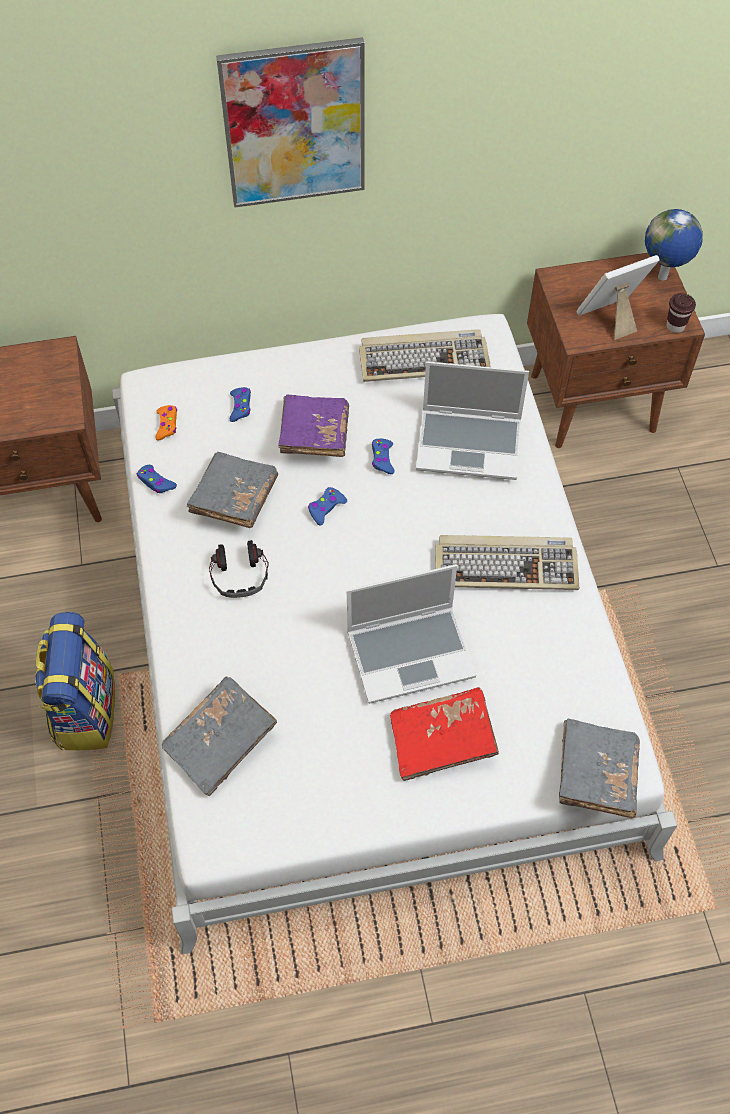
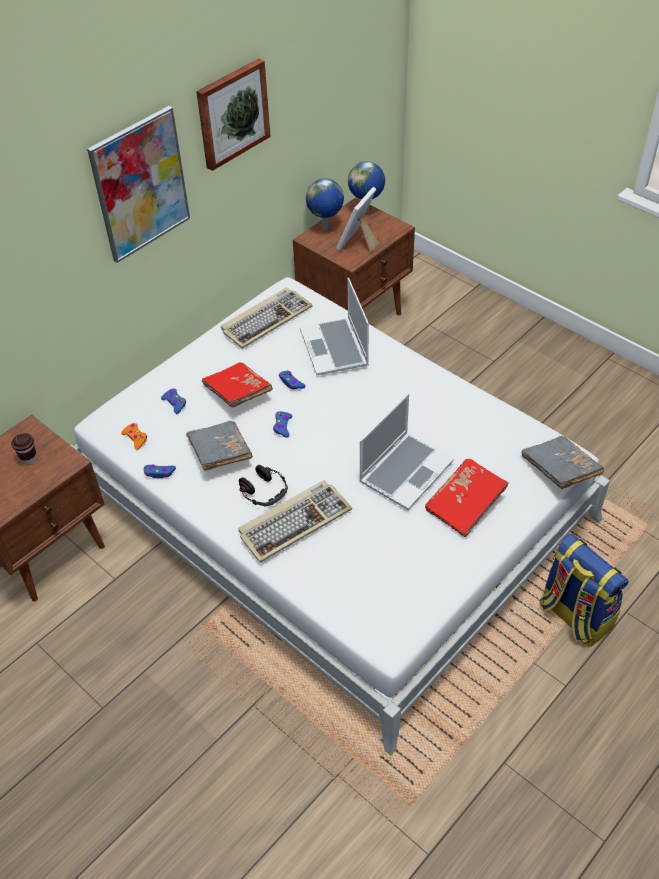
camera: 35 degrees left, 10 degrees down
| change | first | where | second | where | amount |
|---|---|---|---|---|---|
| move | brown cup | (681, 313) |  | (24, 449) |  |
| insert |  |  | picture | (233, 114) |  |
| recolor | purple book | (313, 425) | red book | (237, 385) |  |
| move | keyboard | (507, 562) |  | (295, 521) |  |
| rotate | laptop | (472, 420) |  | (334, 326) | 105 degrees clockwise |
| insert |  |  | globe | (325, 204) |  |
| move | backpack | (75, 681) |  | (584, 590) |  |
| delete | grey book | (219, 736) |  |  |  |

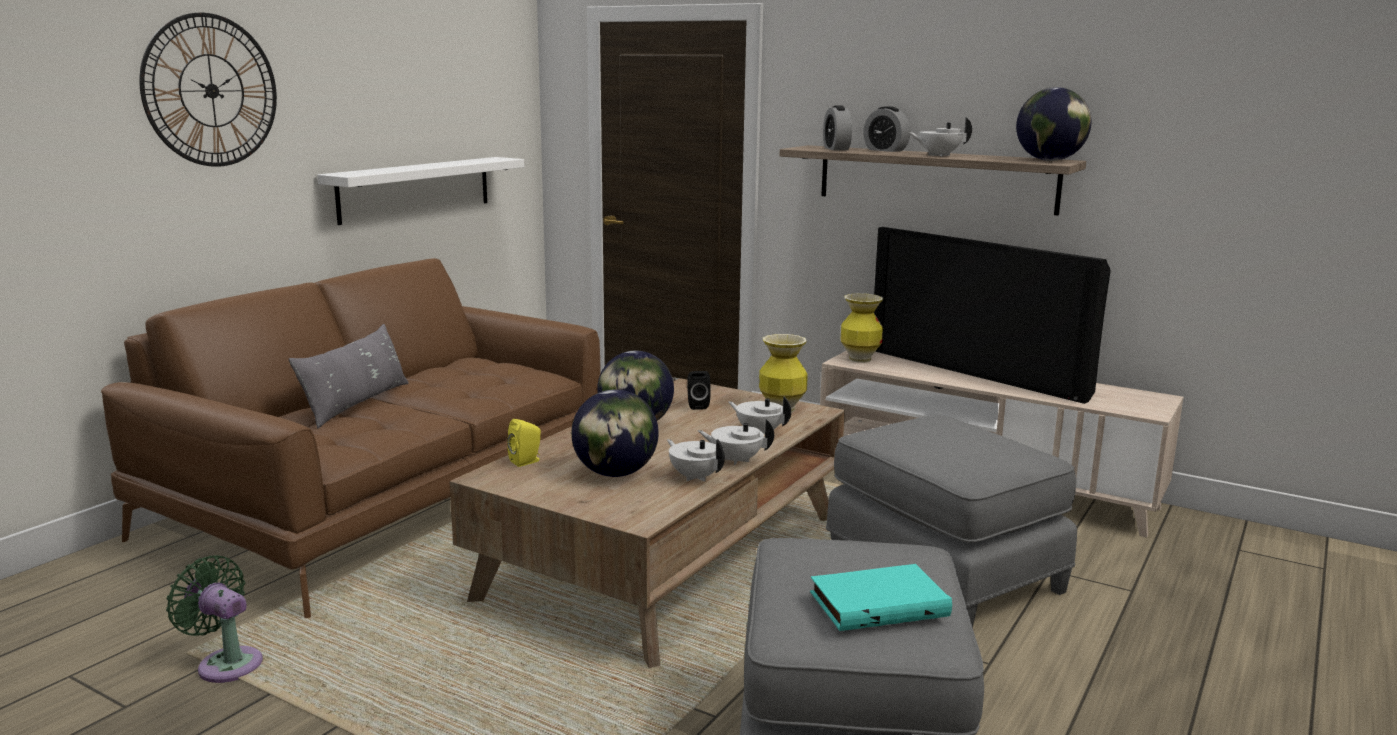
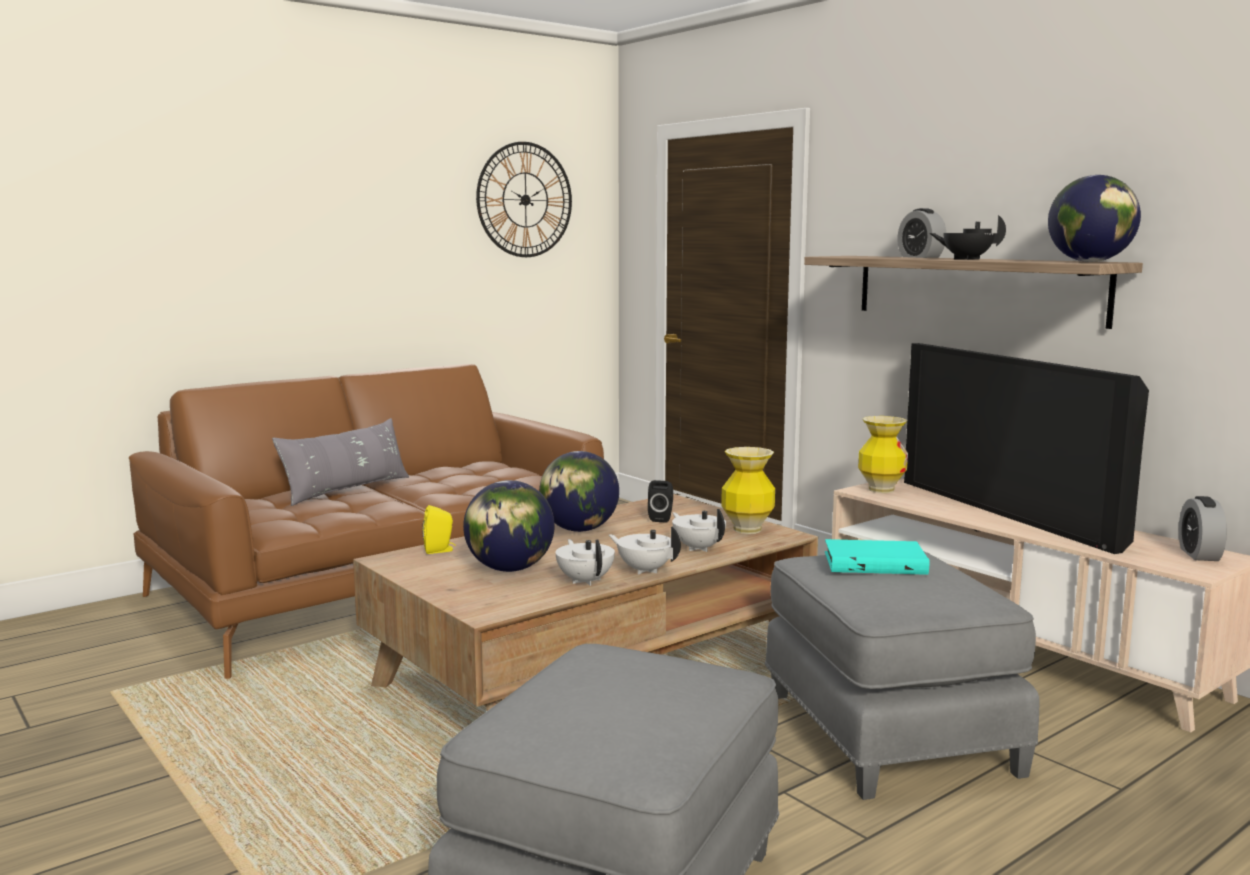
camera: 20 degrees right, 5 degrees down
| change | first | where | second | where | amount |
|---|---|---|---|---|---|
| move | wall clock | (208, 90) |  | (524, 199) |  |
| move | turquoise book | (881, 597) |  | (877, 556) |  |
| recolor | white teapot | (940, 137) | black teapot | (968, 237) |  |
| move | alarm clock | (837, 127) |  | (1203, 528) |  |
| delete | green fan | (214, 619) |  |  |  |
| delete | white shelf | (420, 191) |  |  |  |

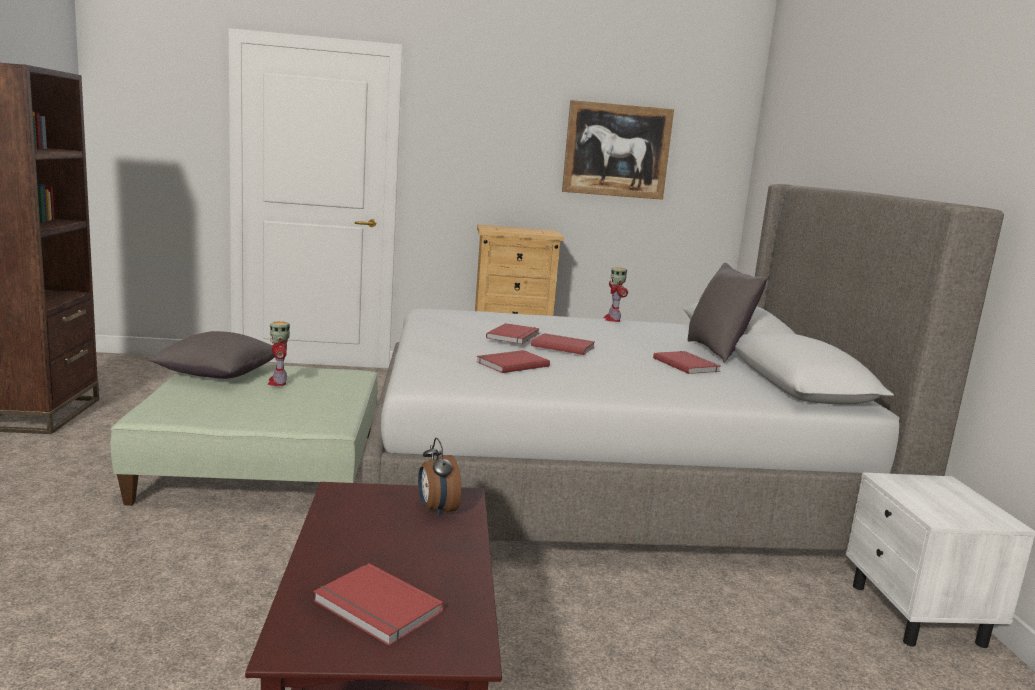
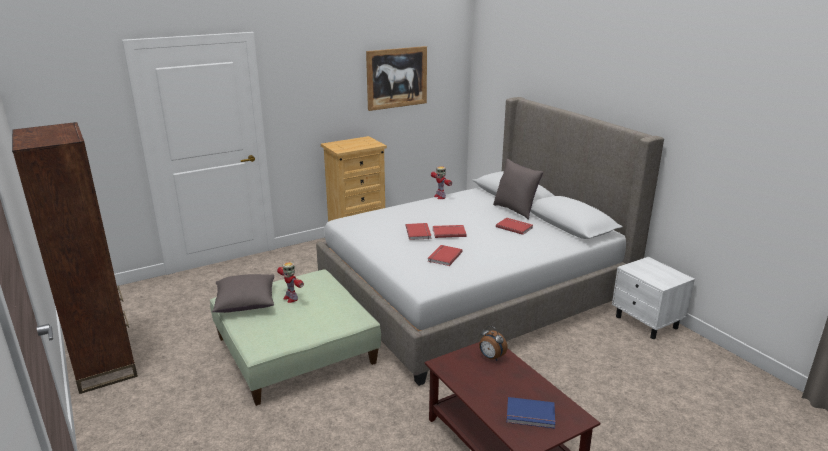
camera: 25 degrees left, 10 degrees up
| change | first | where | second | where | amount |
|---|---|---|---|---|---|
| recolor | red book | (378, 604) | blue book | (531, 413) |  |

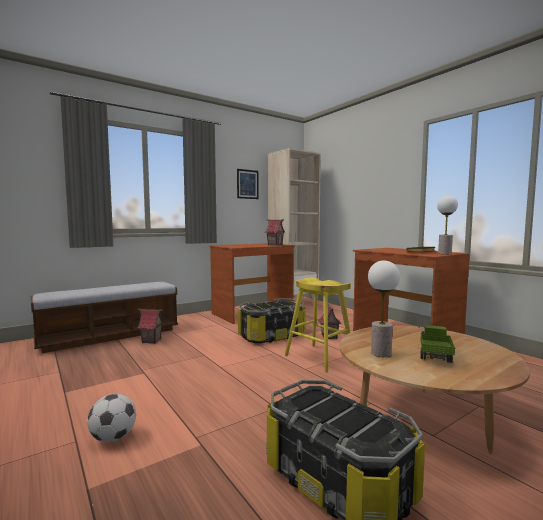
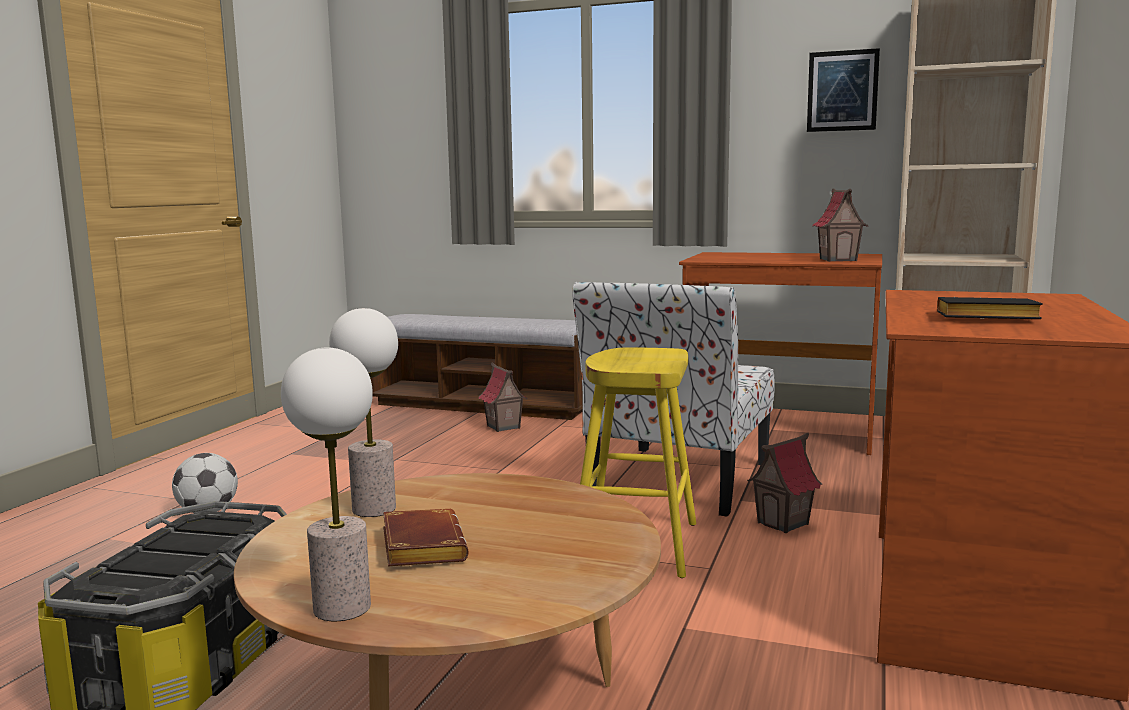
camera: 55 degrees right, 5 degrees up
| change | first | where | second | where | amount |
|---|---|---|---|---|---|
| move | table lamp | (447, 225) |  | (327, 484) |  |
| replace | toy truck | (437, 344) | brown book | (425, 537) |  |
| replace | storage box | (271, 321) | chair | (673, 399) |  |

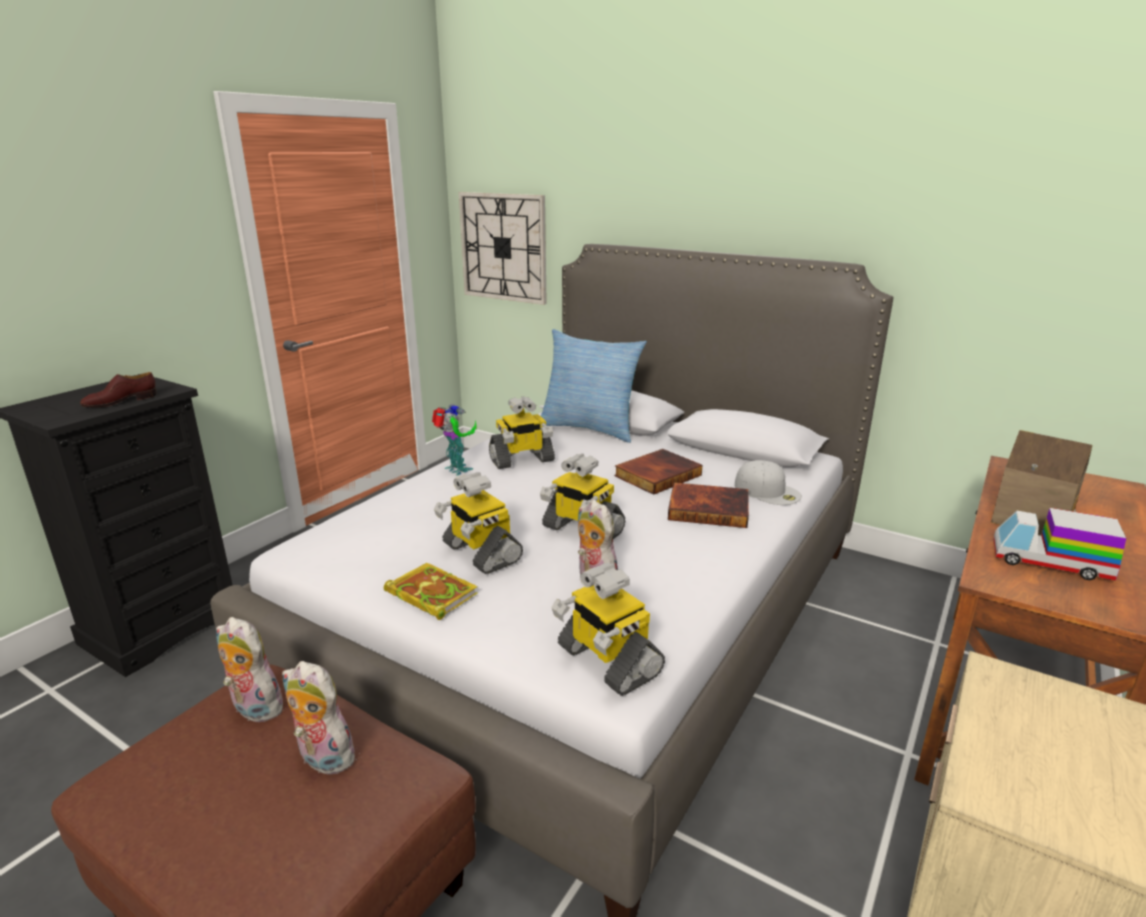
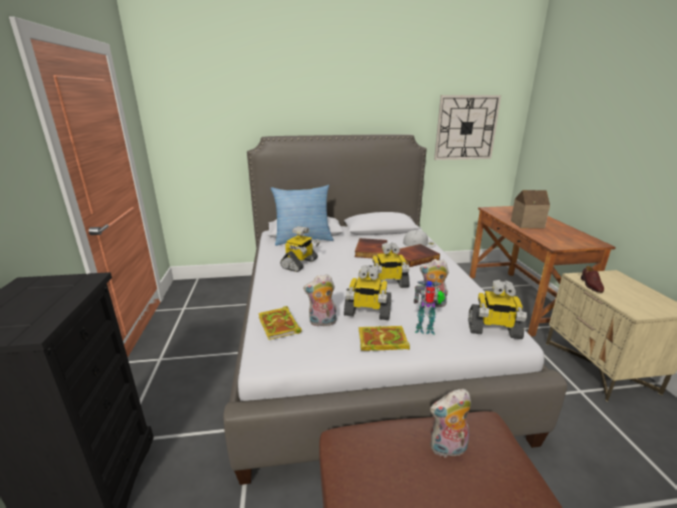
camera: 40 degrees left, 0 degrees up
| change | first | where | second | where | amount |
|---|---|---|---|---|---|
| insert |  |  | book | (280, 323) |  |
| move | plush toy | (252, 669) |  | (320, 301) |  |
| move | toy robot | (454, 440) |  | (429, 307) |  |
| move | wall clock | (503, 248) |  | (467, 127) |  |
| move | brown shoe | (118, 389) |  | (592, 279) |  |
| delete | toy truck | (1059, 544) |  |  |  |

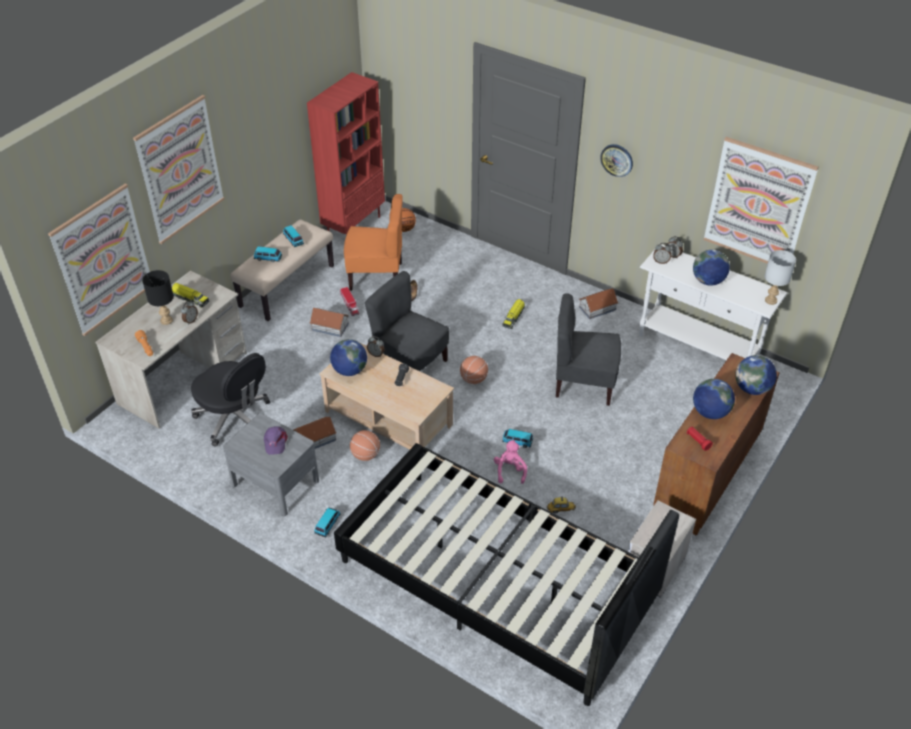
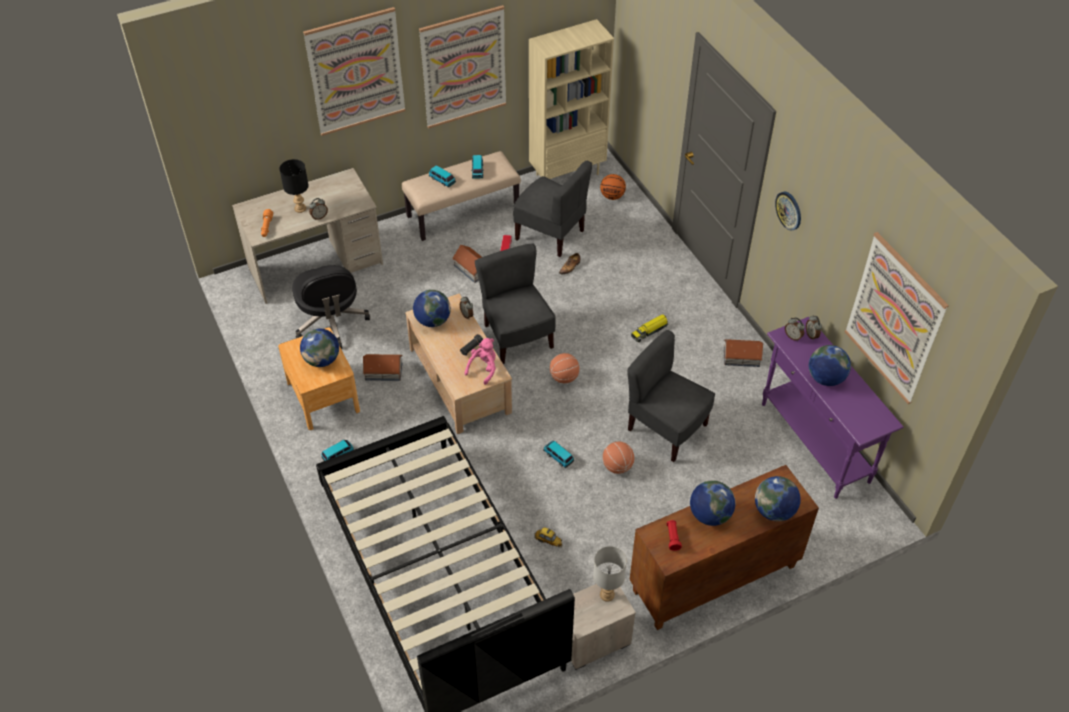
camera: 30 degrees right, 5 degrees up
| change | first | where | second | where | amount |
|---|---|---|---|---|---|
| recolor | grey nightstand | (271, 464) | brown nightstand | (319, 378) |  |
| replace | purple cap | (276, 440) | globe | (319, 348) |  |
| move | picture | (99, 260) |  | (462, 67) |  |
| move | pink plush toy | (510, 462) |  | (480, 361) |  |
| recolor | orange chair | (373, 242) | grey chair | (552, 209) |  |
| recolor | red bookcase | (346, 153) | beige bookcase | (571, 99) |  |
| move | grey table lamp | (780, 277) |  | (610, 574) |  |
| move | basketball | (365, 445) |  | (618, 458) |  |
| recolor | white console table | (713, 302) | purple console table | (833, 408) |  |
| delete | toy truck | (190, 295) |  |  |  |

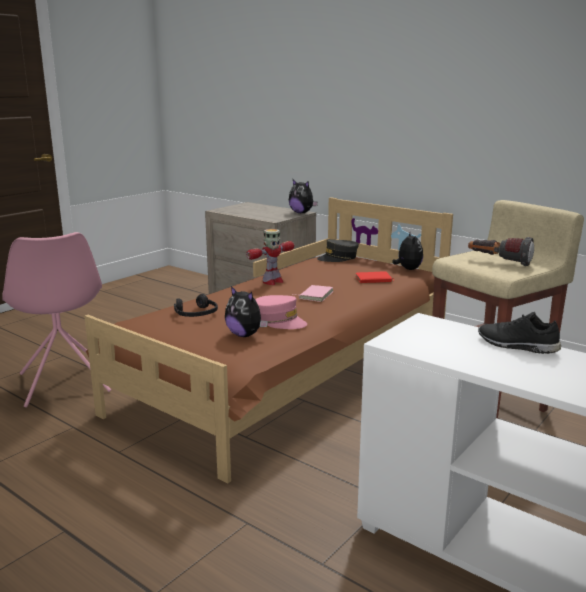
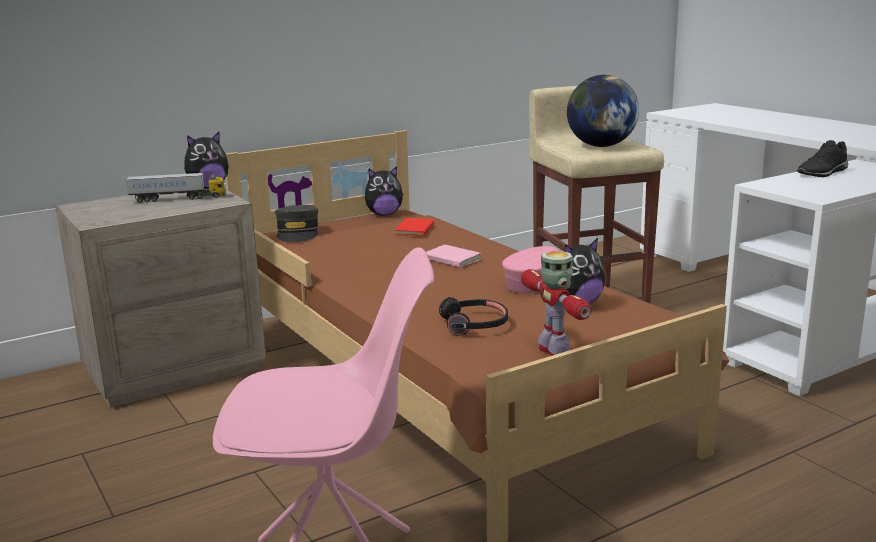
camera: 70 degrees left, 0 degrees up
| change | first | where | second | where | amount |
|---|---|---|---|---|---|
| insert |  |  | toy truck | (176, 187) |  |
| rotate | plush toy | (407, 250) |  | (384, 190) | 150 degrees clockwise |
| move | toy robot | (270, 257) |  | (556, 303) |  |
| replace | flashlight | (501, 251) | globe | (603, 111) |  |

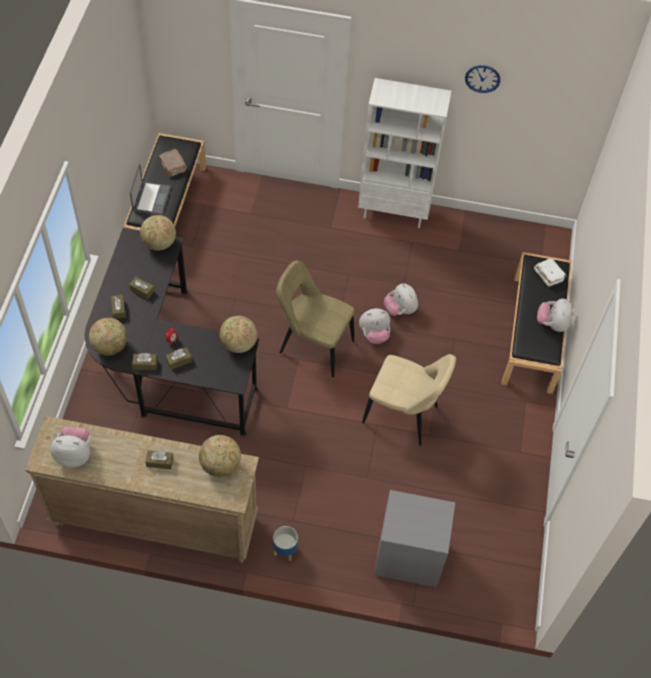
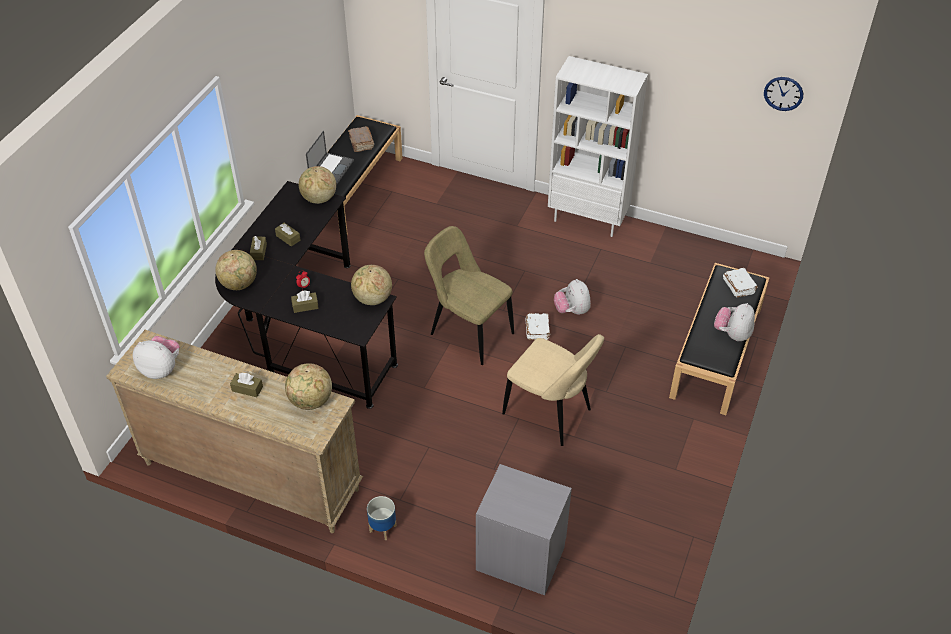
camera: 15 degrees right, 10 degrees down
| change | first | where | second | where | amount |
|---|---|---|---|---|---|
| replace | plush toy | (374, 326) | white book | (537, 326) |  |
| move | wall clock | (482, 79) |  | (783, 94) |  |
| delete | brown tissue box | (144, 361) |  |  |  |

